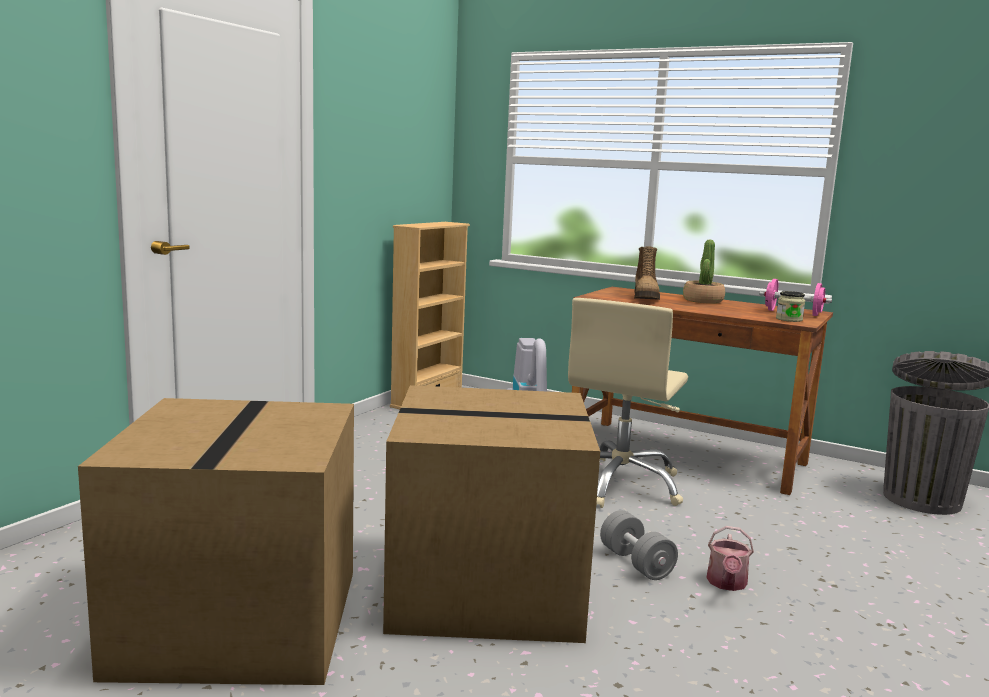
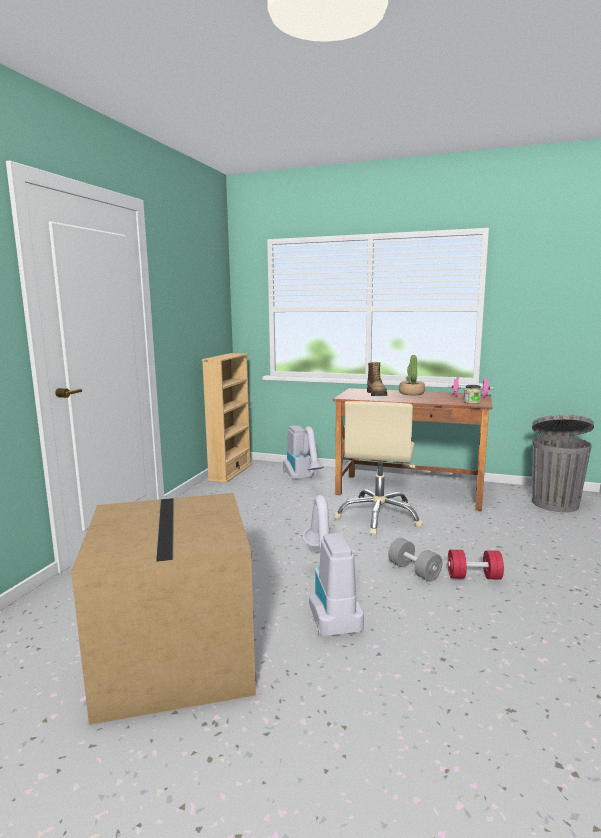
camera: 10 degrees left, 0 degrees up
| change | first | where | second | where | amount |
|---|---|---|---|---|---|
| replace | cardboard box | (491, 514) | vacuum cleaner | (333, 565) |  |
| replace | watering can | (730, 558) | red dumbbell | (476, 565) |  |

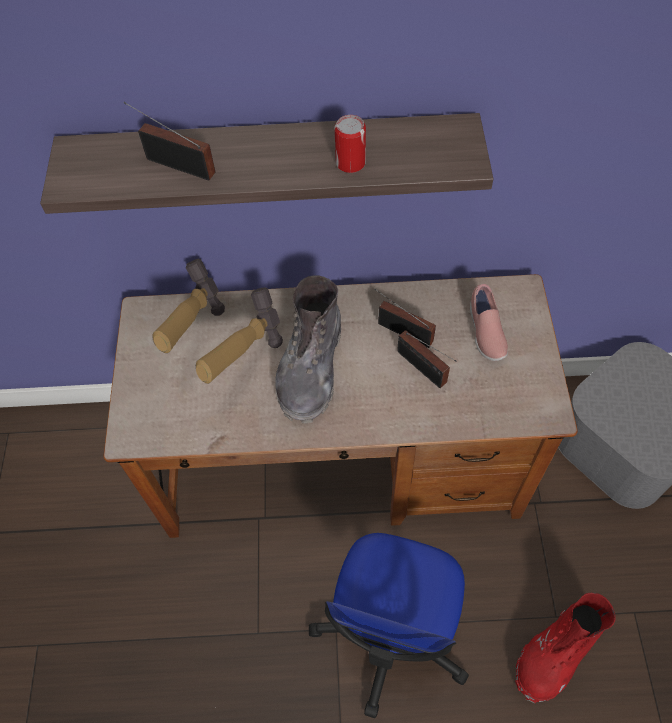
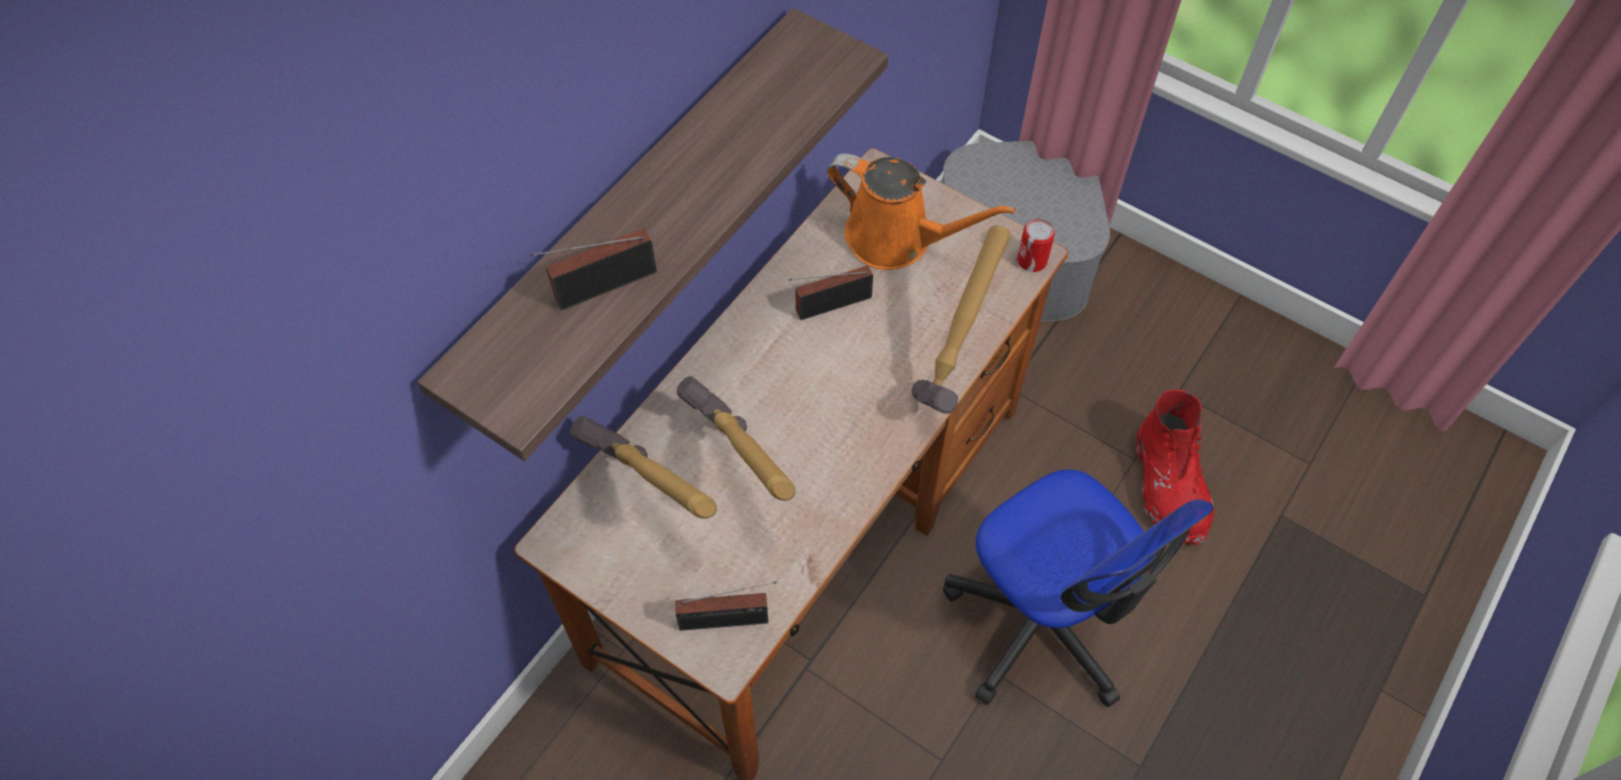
camera: 55 degrees left, 0 degrees up
| change | first | where | second | where | amount |
|---|---|---|---|---|---|
| move | radio | (426, 359) |  | (726, 606) |  |
| replace | pink shoe | (489, 322) | orange watering can | (921, 212) |  |
| insert |  |  | hammer | (961, 319) |  |
| move | can | (350, 144) |  | (1036, 245) |  |
| delete | grey boot | (308, 350) |  |  |  |

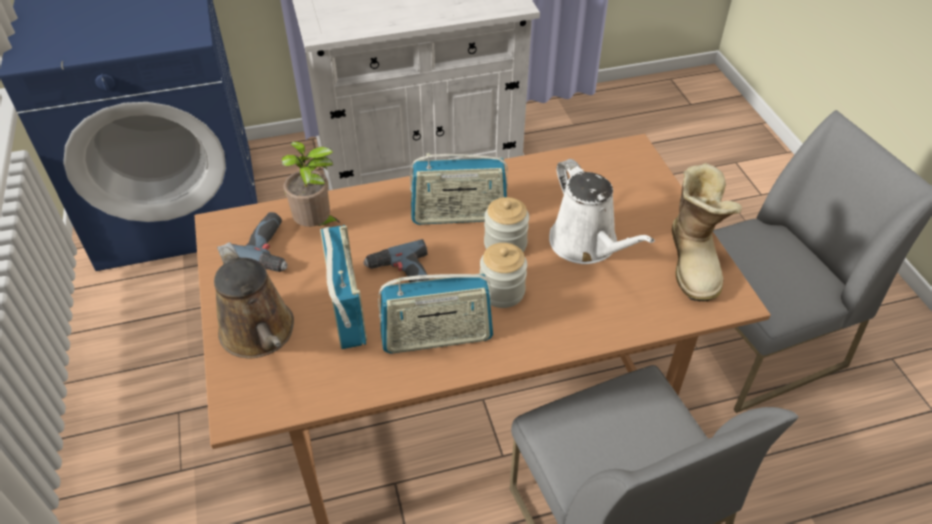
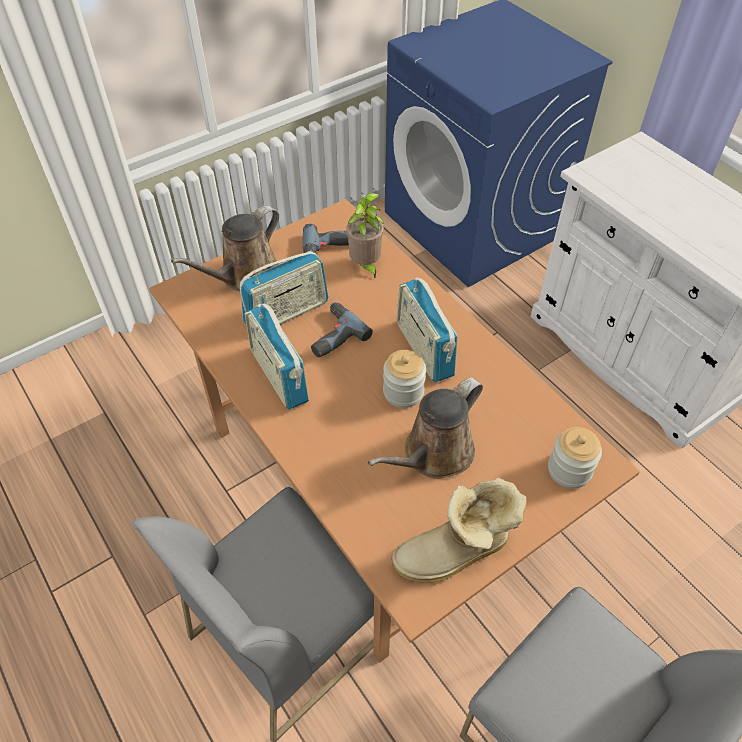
camera: 70 degrees right, 5 degrees up
| change | first | where | second | where | amount |
|---|---|---|---|---|---|
| recolor | white watering can | (602, 211) | brown watering can | (425, 428) |  |
| move | jar | (503, 275) |  | (575, 457) |  |

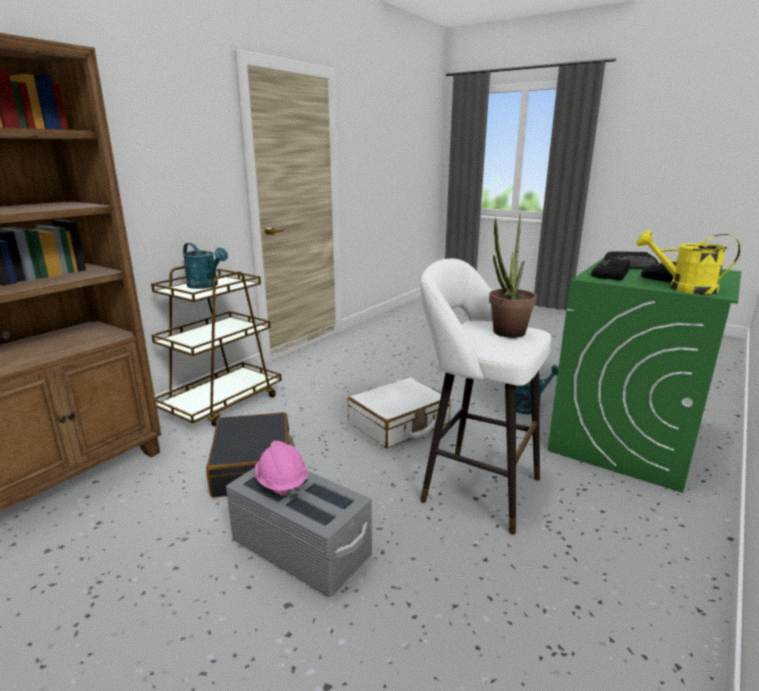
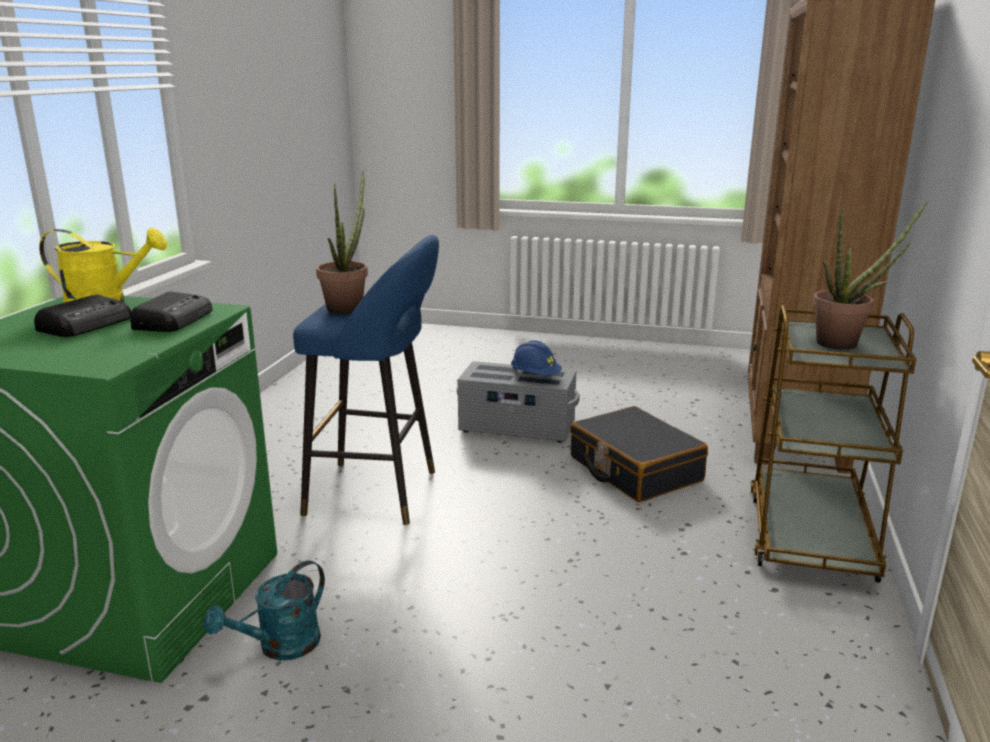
camera: 160 degrees right, 0 degrees up
| change | first | where | second | where | amount |
|---|---|---|---|---|---|
| recolor | white stool | (485, 397) | blue stool | (366, 380) |  |
| recolor | pink hard hat | (281, 470) | blue hard hat | (536, 357) |  |
| replace | turquoise watering can | (205, 266) | potted plant | (871, 274) |  |
| delete | white suitcase | (399, 412) |  |  |  |
| delete | radio | (631, 260) |  |  |  |

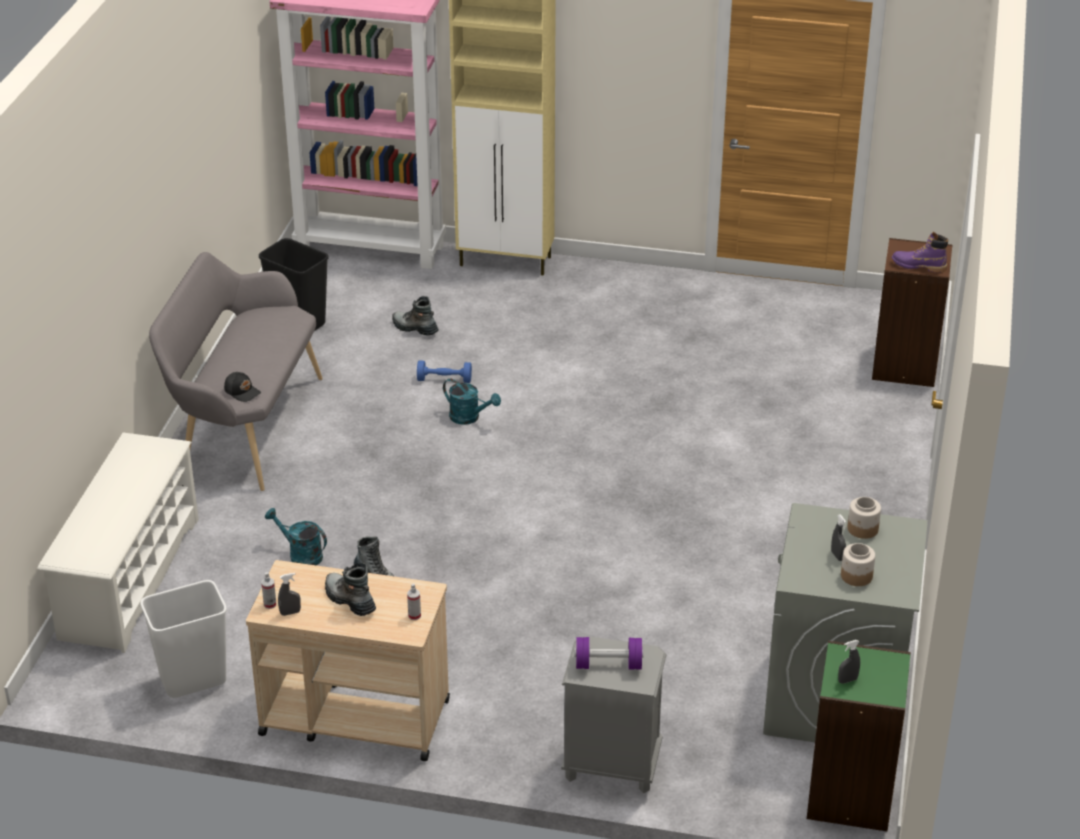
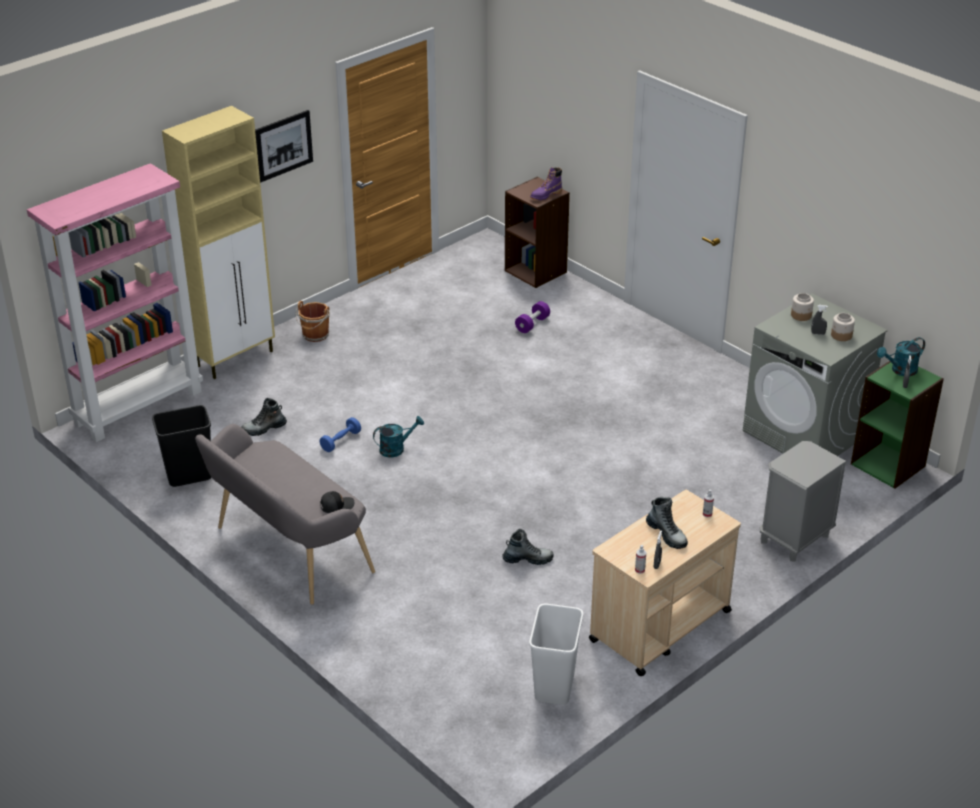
camera: 55 degrees left, 0 degrees up
| change | first | where | second | where | amount |
|---|---|---|---|---|---|
| insert |  |  | picture | (284, 146) |  |
| insert |  |  | brown bucket | (313, 321) |  |
| move | purple dumbbell | (609, 653) |  | (532, 317) |  |
| rotate | boot | (350, 589) |  | (667, 523) | 120 degrees counterclockwise |
| move | turquoise watering can | (296, 536) |  | (901, 356) |  |
| delete | white shoe rack | (118, 542) |  |  |  |

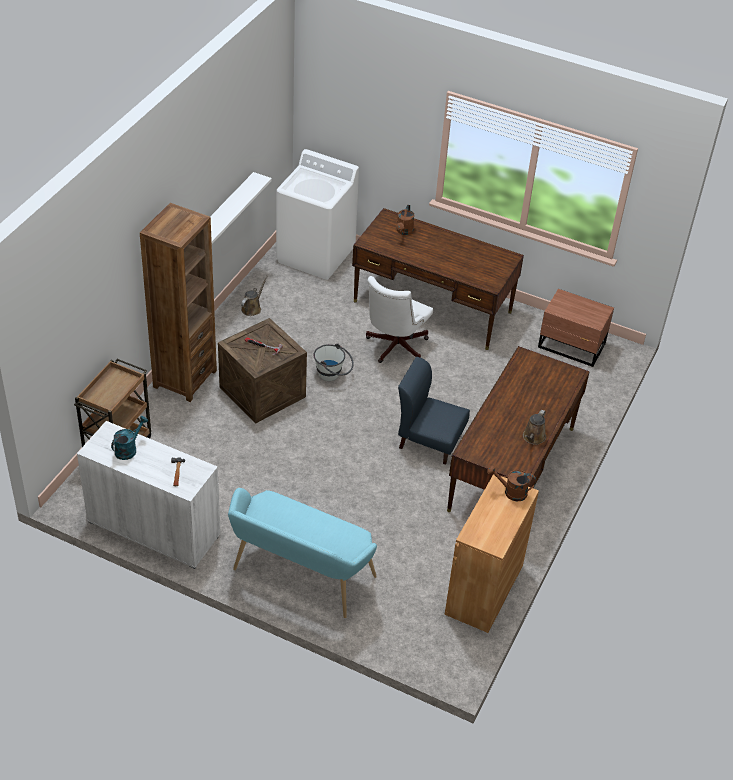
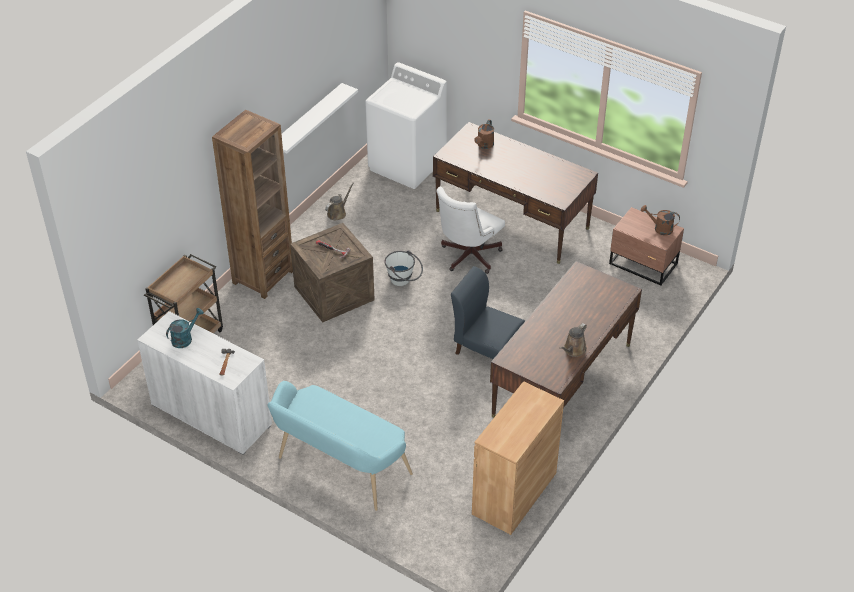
camera: 10 degrees right, 0 degrees up
| change | first | where | second | where | amount |
|---|---|---|---|---|---|
| move | brown watering can | (511, 483) |  | (660, 220) |  |

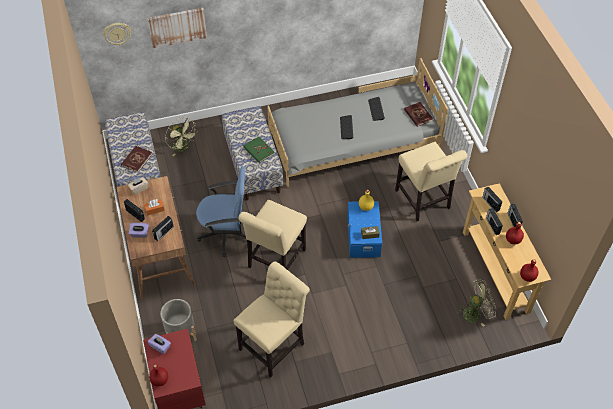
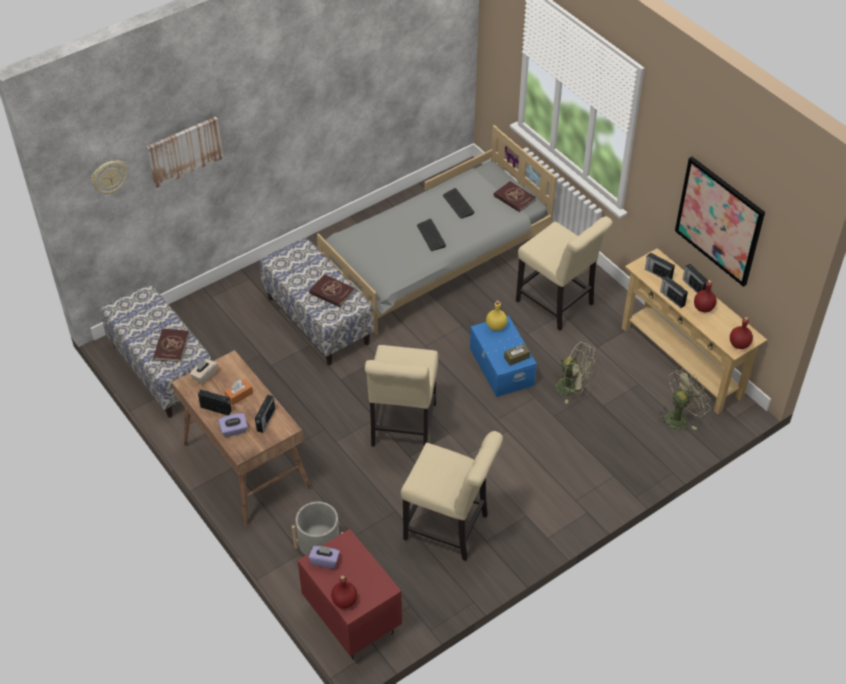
camera: 20 degrees left, 5 degrees down
| change | first | where | second | where | amount |
|---|---|---|---|---|---|
| recolor | green book | (259, 150) | red book | (332, 290) |  |
| rotate | beige chair | (271, 319) |  | (452, 496) | 90 degrees clockwise |
| move | green fan | (181, 136) |  | (575, 373) |  |
| insert |  |  | picture | (720, 222) |  |
| delete | blue office chair | (221, 211) |  |  |  |

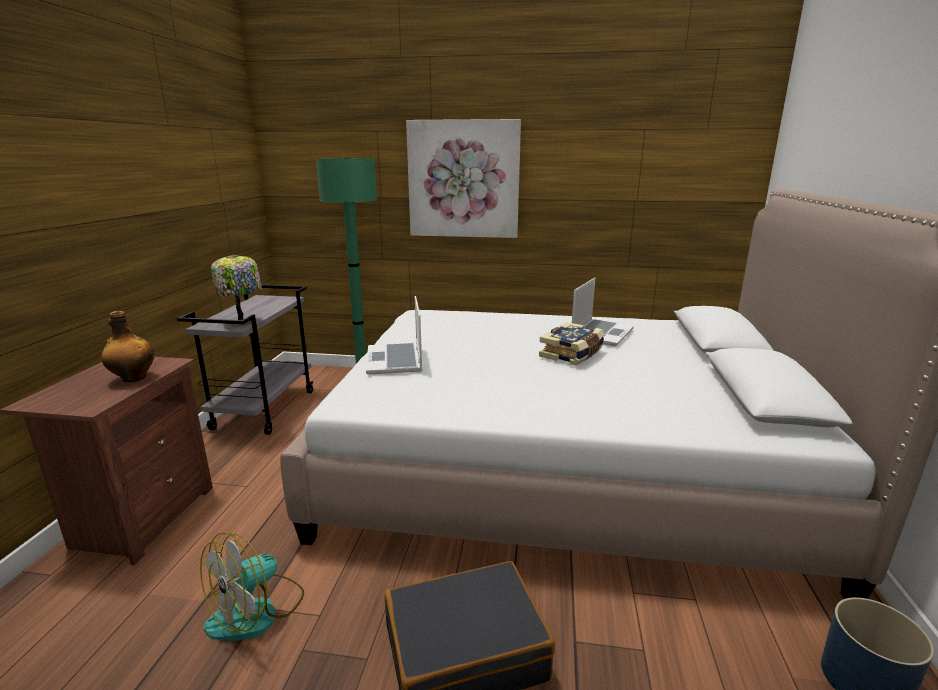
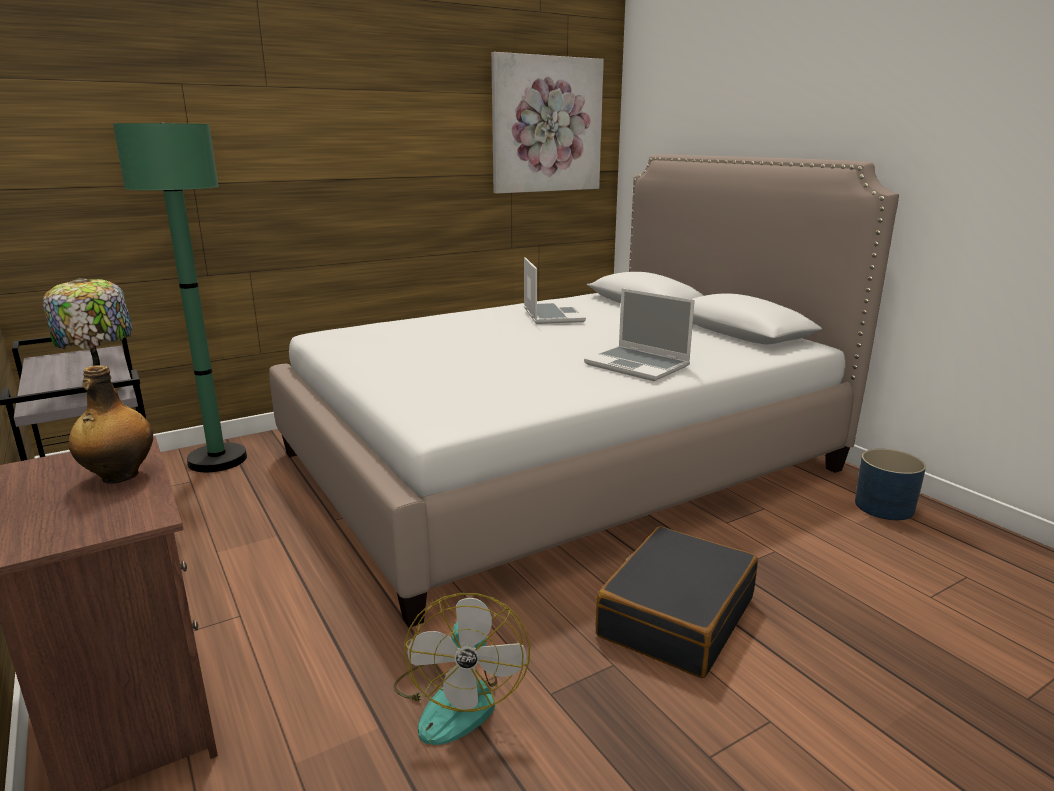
camera: 40 degrees left, 0 degrees up
| change | first | where | second | where | amount |
|---|---|---|---|---|---|
| move | picture | (463, 178) |  | (547, 123) |  |
| move | laptop | (394, 335) |  | (639, 334) |  |
| delete | book | (572, 344) |  |  |  |

